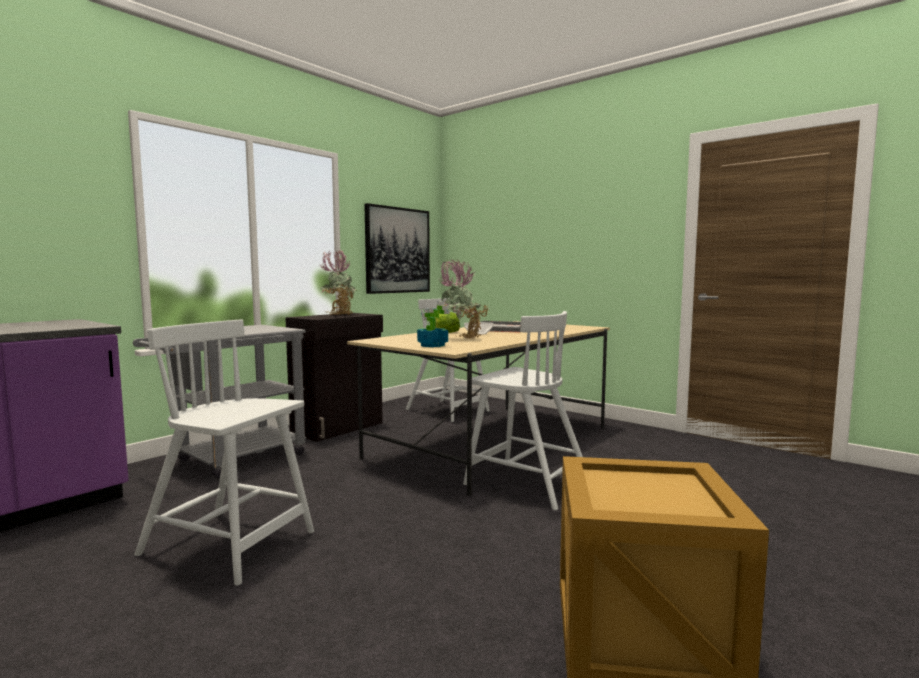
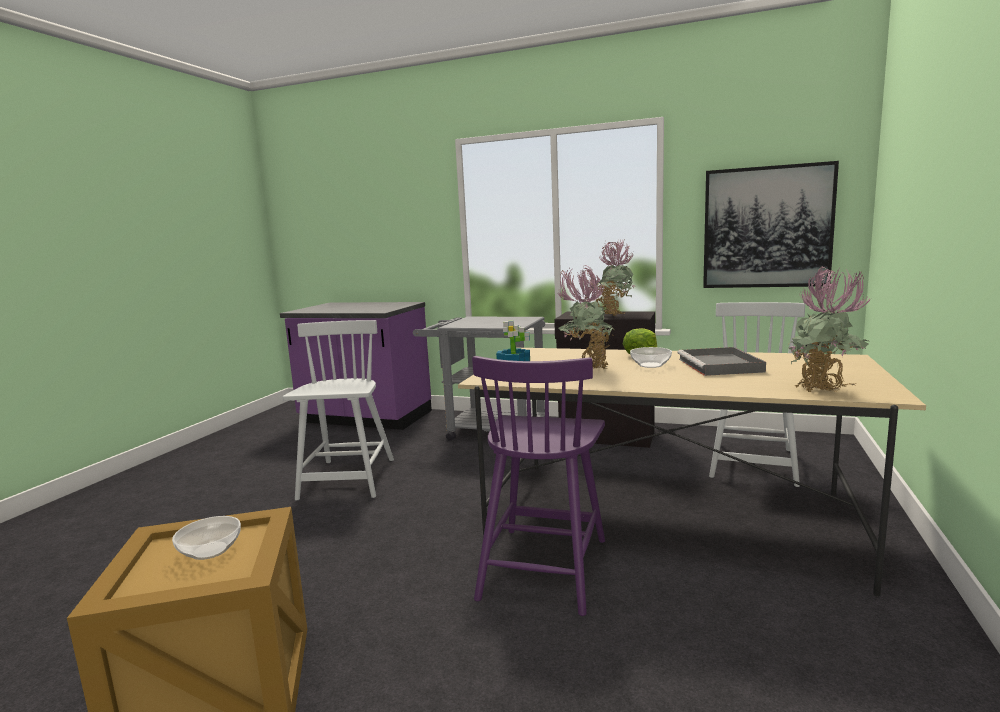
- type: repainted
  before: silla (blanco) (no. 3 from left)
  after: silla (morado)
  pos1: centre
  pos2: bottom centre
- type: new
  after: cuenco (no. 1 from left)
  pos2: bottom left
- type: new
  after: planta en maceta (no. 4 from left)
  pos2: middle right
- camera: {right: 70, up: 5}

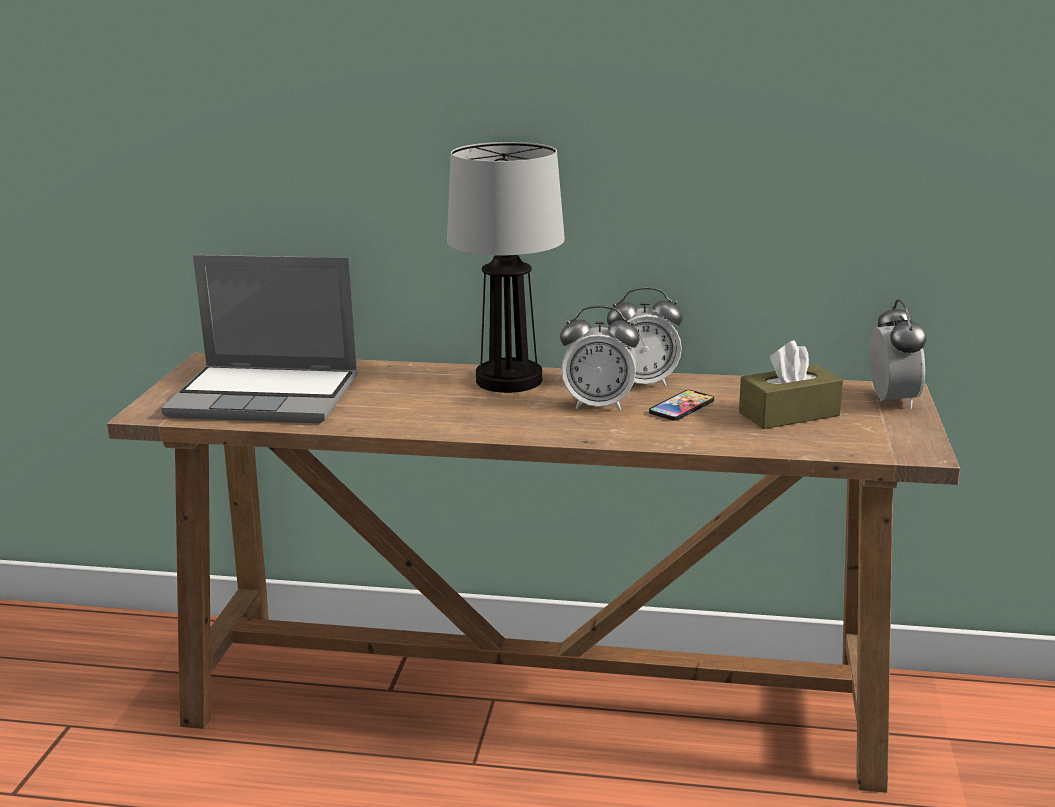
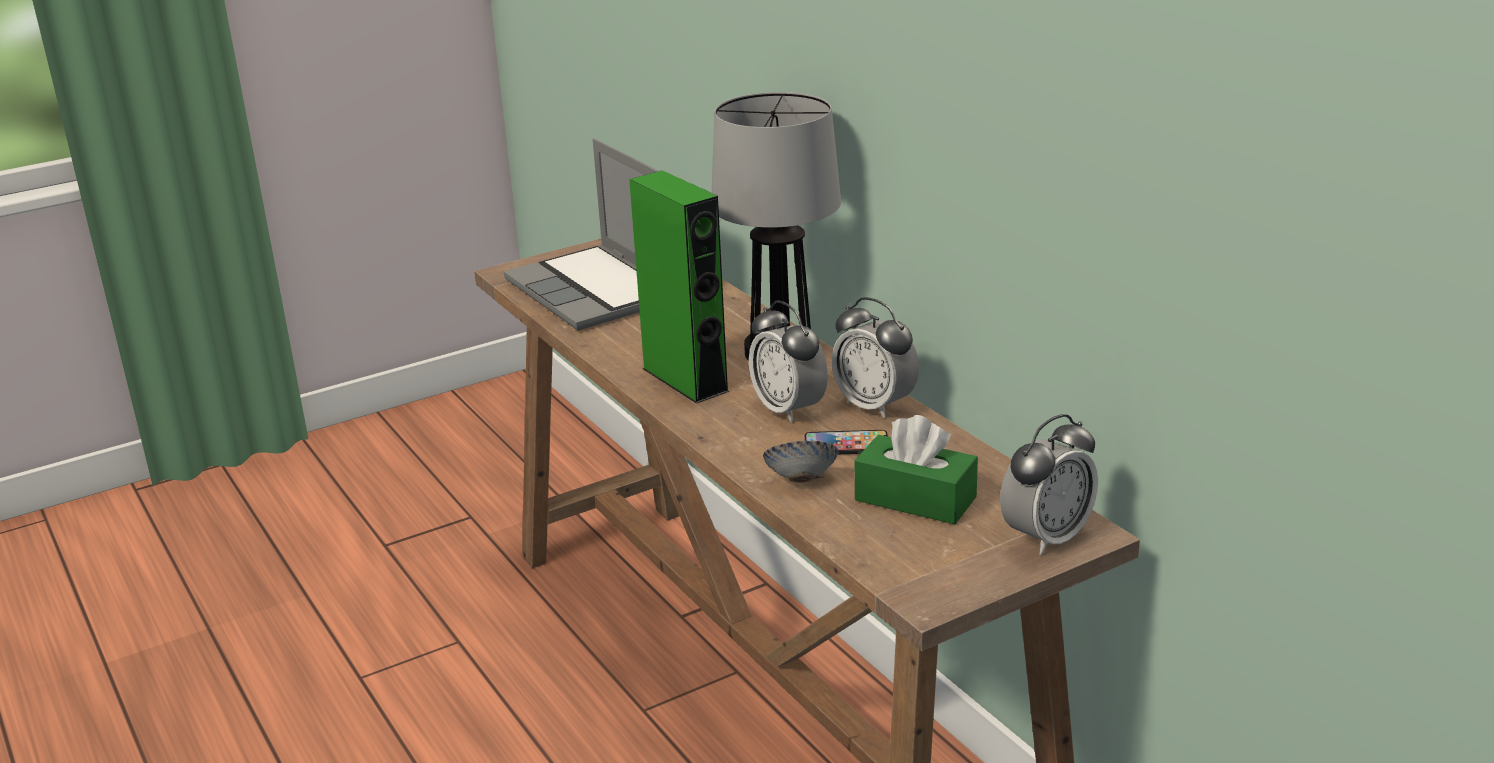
- type: repainted
  before: caja de pañuelos (marrón)
  after: caja de pañuelos (verde)
  pos1: middle right
  pos2: centre
- type: new
  after: altavoz (verde)
  pos2: centre
- type: new
  after: cuenco
  pos2: centre
- camera: {right: 50, up: 5}

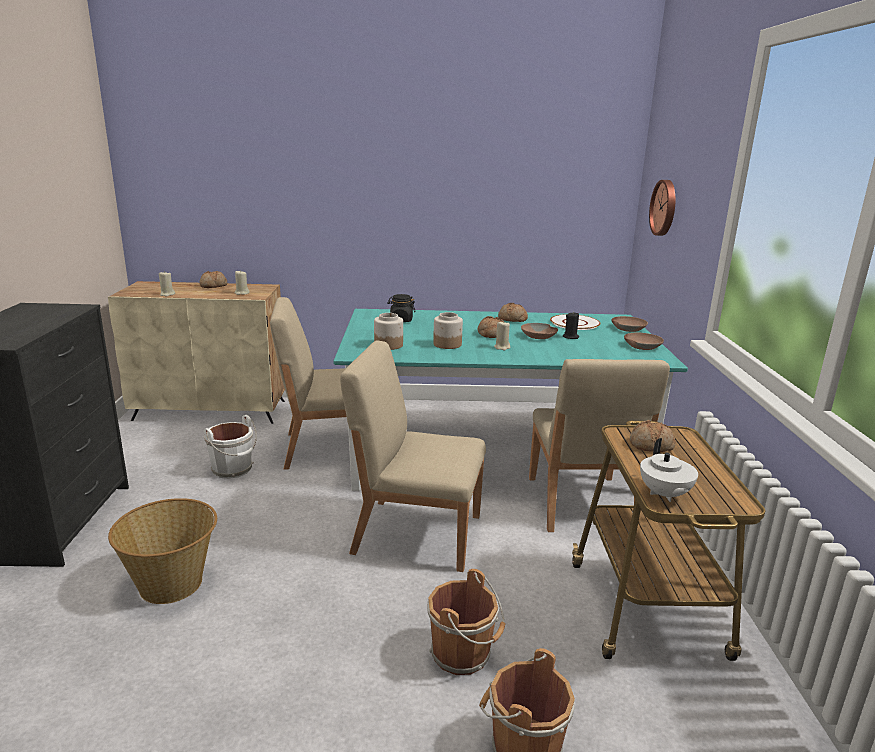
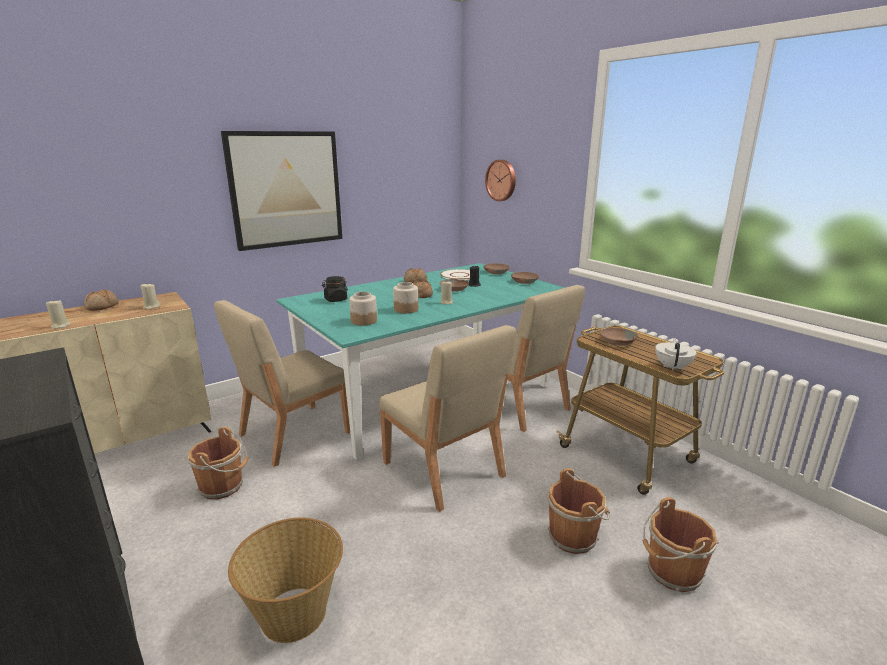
- type: repainted
  before: cubo (blanco)
  after: cubo (marrón) (no. 1 from left)
  pos1: middle left
  pos2: bottom left
- type: rotated
  before: silla (beis) (no. 2 from left)
  pos1: centre
  pos2: centre
  turn: -105
- type: swapped
  before: pan (no. 4 from left)
  after: cuenco (marrón) (no. 4 from left)
  pos1: middle right
  pos2: middle right
- type: rotated
  before: tetera (blanco)
  pos1: middle right
  pos2: middle right
  turn: -120
- type: new
  after: cuadro
  pos2: top left
- camera: {right: -35, up: 0}

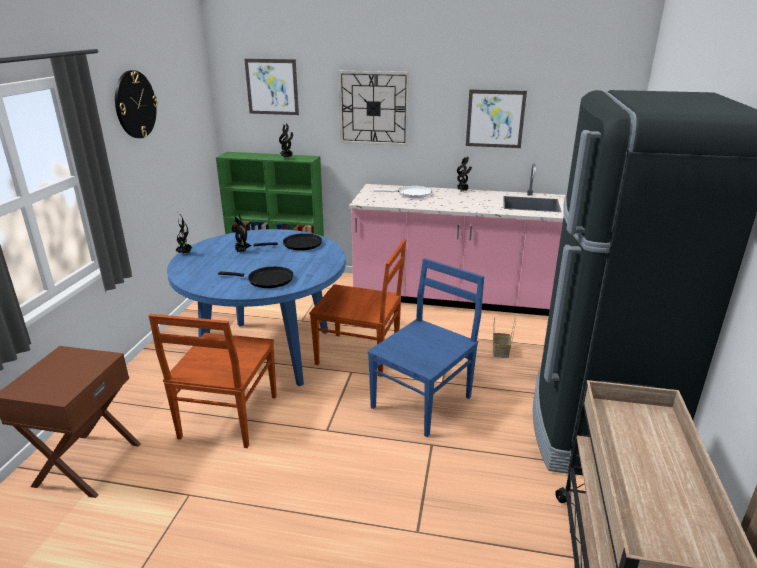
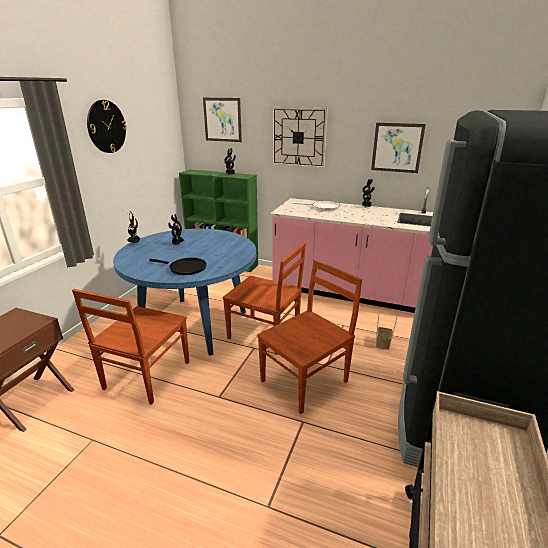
- type: gone
  before: sartén (negro) (no. 2 from left)
  pos1: centre
- type: repainted
  before: silla (azul)
  after: silla (marrón) (no. 3 from left)
  pos1: centre
  pos2: centre
- camera: {right: 10, up: 0}

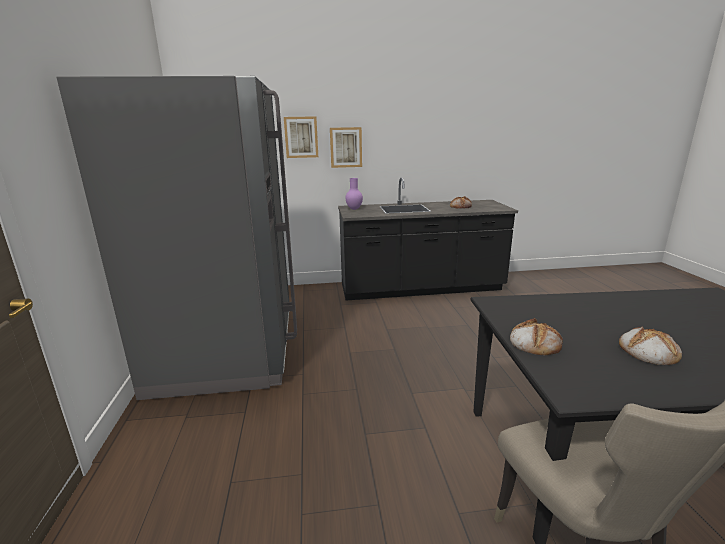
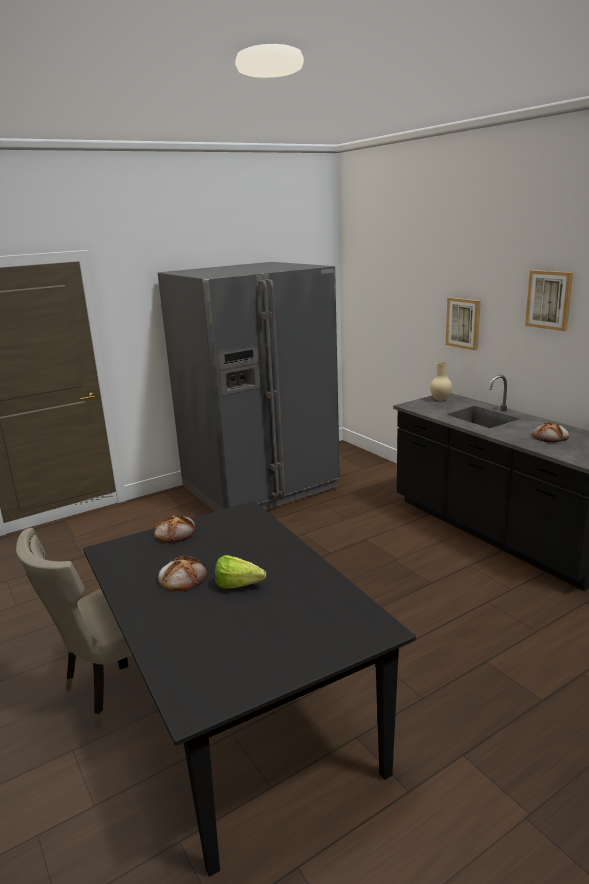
- type: shifted
  before: cuadro (no. 1 from left in the first image)
  after: cuadro (no. 2 from left)
  pos1: top centre
  pos2: middle right
- type: repainted
  before: florero (morado)
  after: florero (beis)
  pos1: centre
  pos2: middle right
- type: new
  after: lechuga
  pos2: centre
- camera: {right: 65, up: 0}

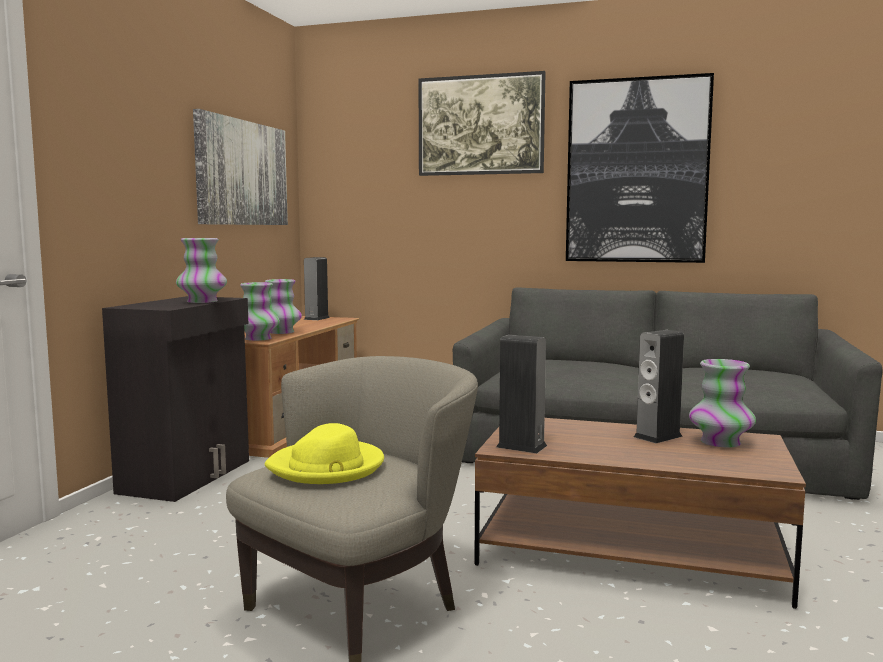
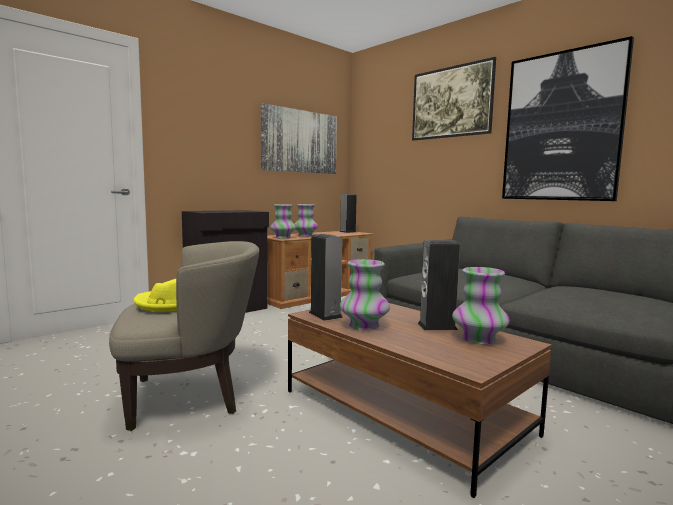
- type: shifted
  before: florero (no. 1 from left in the first image)
  after: florero (no. 3 from left)
  pos1: middle left
  pos2: centre
- camera: {right: 30, up: 0}

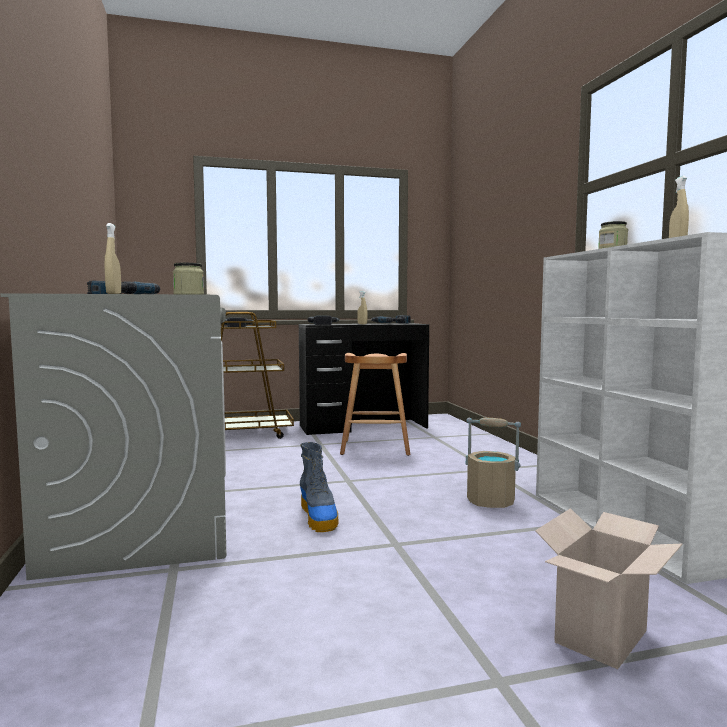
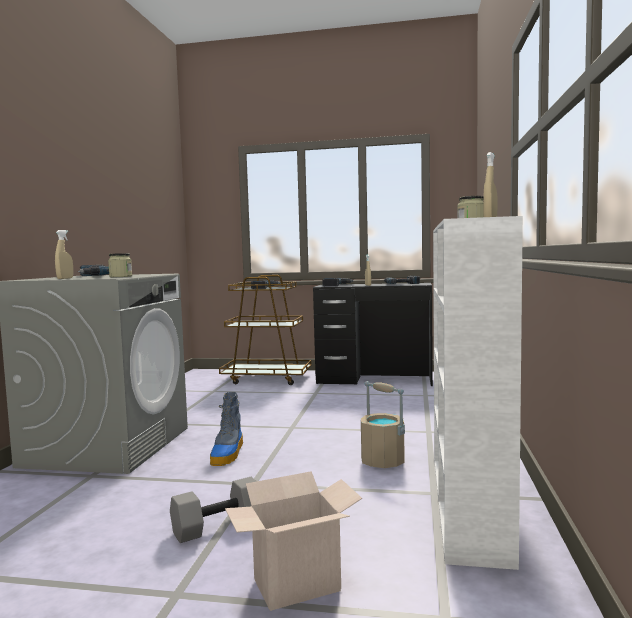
- type: gone
  before: taburete (marrón)
  pos1: centre
- type: new
  after: mancuerna (gris)
  pos2: bottom centre
- camera: {right: 25, up: 0}

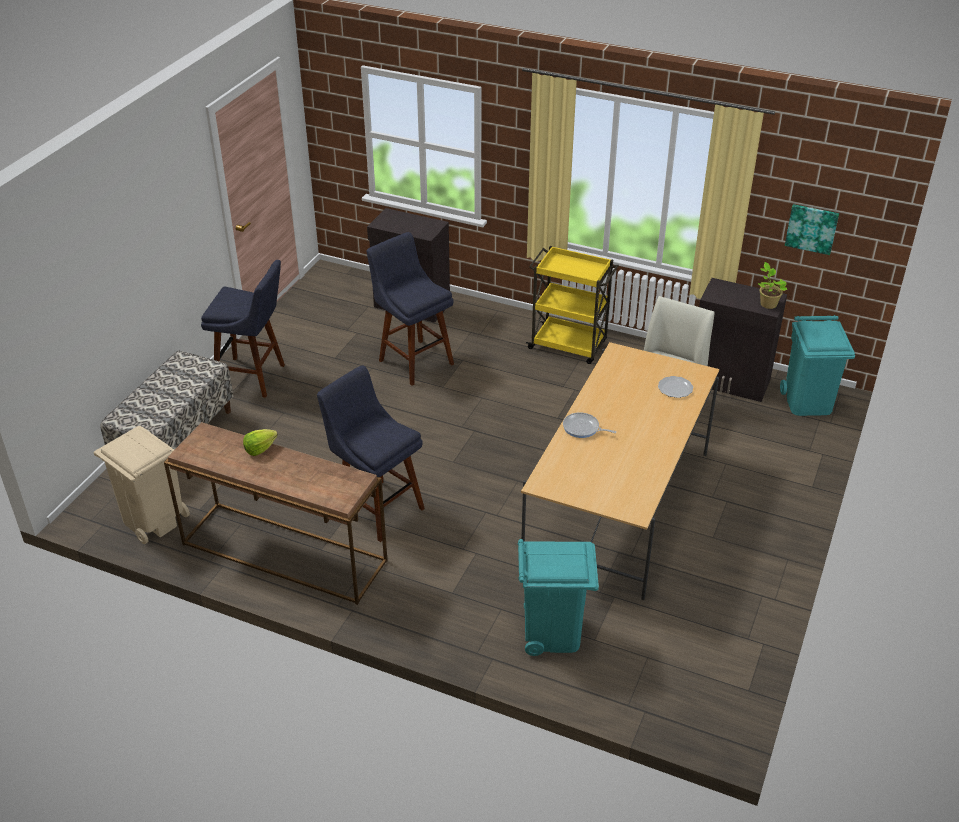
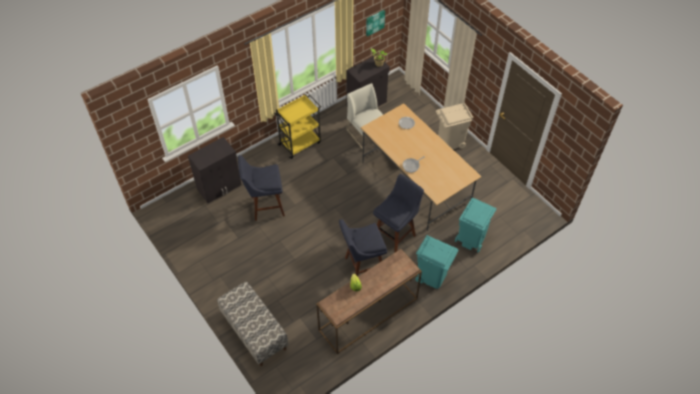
- type: shifted
  before: papelera (beis)
  pos1: middle left
  pos2: top centre
- type: shifted
  before: taburete (azul) (no. 1 from left in the first image)
  after: taburete (azul) (no. 3 from left)
  pos1: middle left
  pos2: centre
- type: shifted
  before: papelera (turquesa) (no. 2 from left in the first image)
  after: papelera (turquesa) (no. 1 from left)
  pos1: middle right
  pos2: centre
- camera: {right: -60, up: 15}

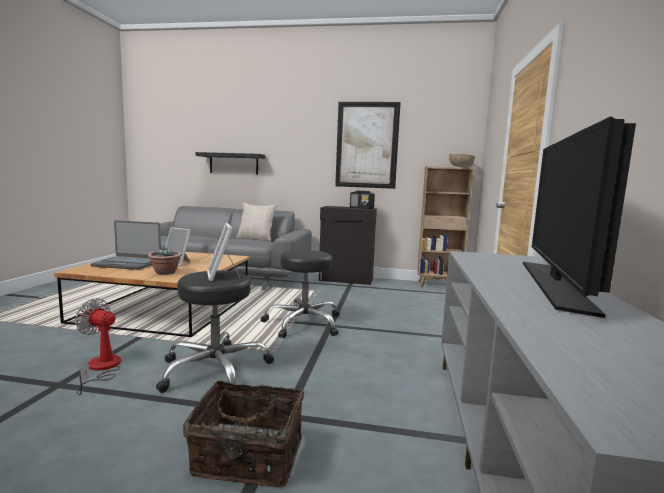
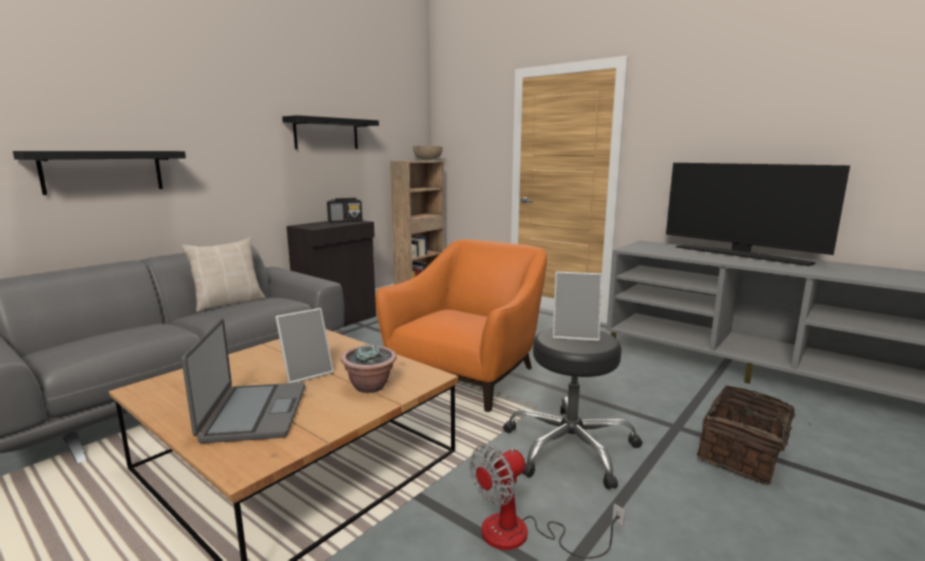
- type: rotated
  before: portátil
  pos1: middle left
  pos2: bottom left
  turn: -45
- type: swapped
  before: taburete (negro) (no. 2 from left)
  after: sillón (naranja)
  pos1: centre
  pos2: centre
- type: swapped
  before: cuadro
  after: estante (negro) (no. 2 from left)
  pos1: top centre
  pos2: top centre
- camera: {right: -60, up: 5}

